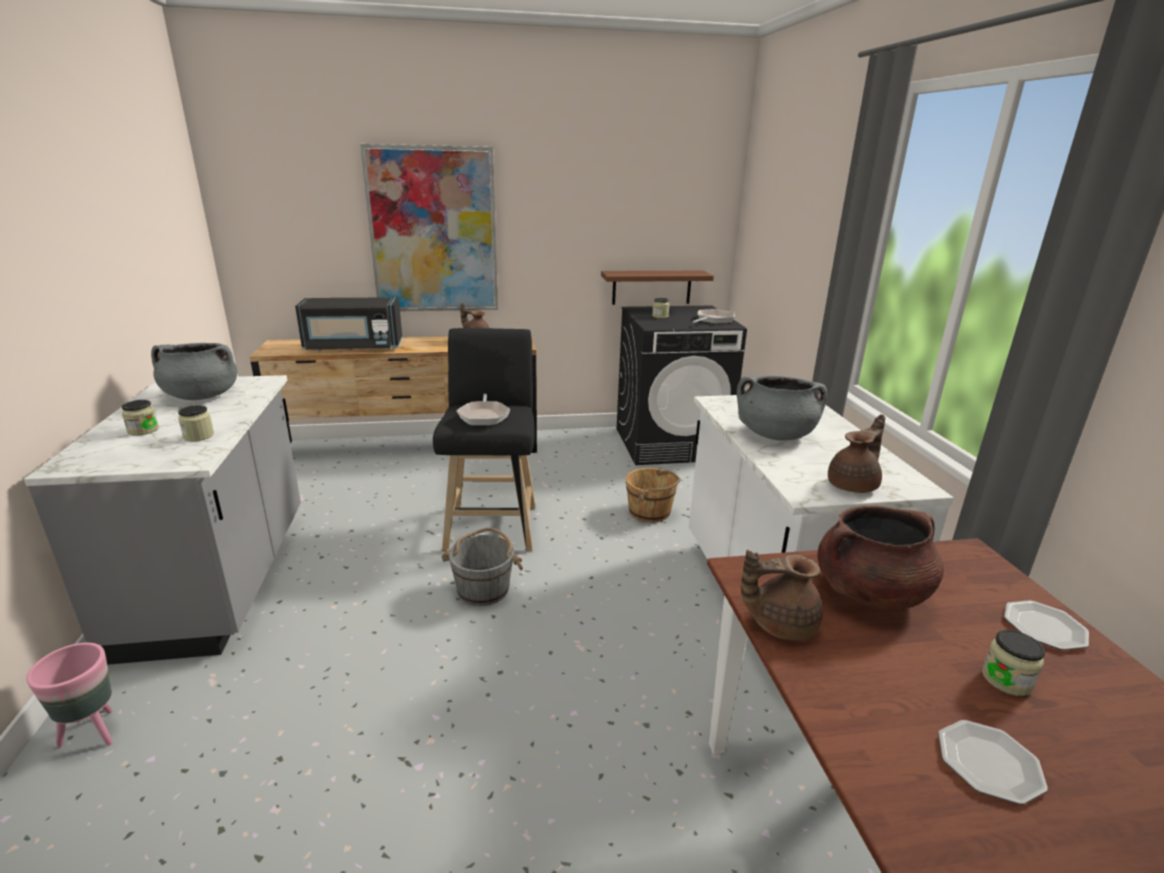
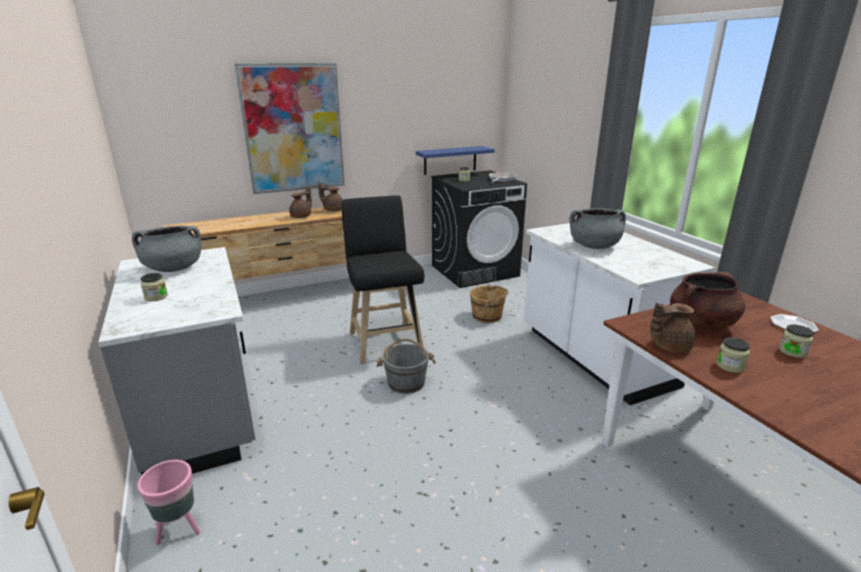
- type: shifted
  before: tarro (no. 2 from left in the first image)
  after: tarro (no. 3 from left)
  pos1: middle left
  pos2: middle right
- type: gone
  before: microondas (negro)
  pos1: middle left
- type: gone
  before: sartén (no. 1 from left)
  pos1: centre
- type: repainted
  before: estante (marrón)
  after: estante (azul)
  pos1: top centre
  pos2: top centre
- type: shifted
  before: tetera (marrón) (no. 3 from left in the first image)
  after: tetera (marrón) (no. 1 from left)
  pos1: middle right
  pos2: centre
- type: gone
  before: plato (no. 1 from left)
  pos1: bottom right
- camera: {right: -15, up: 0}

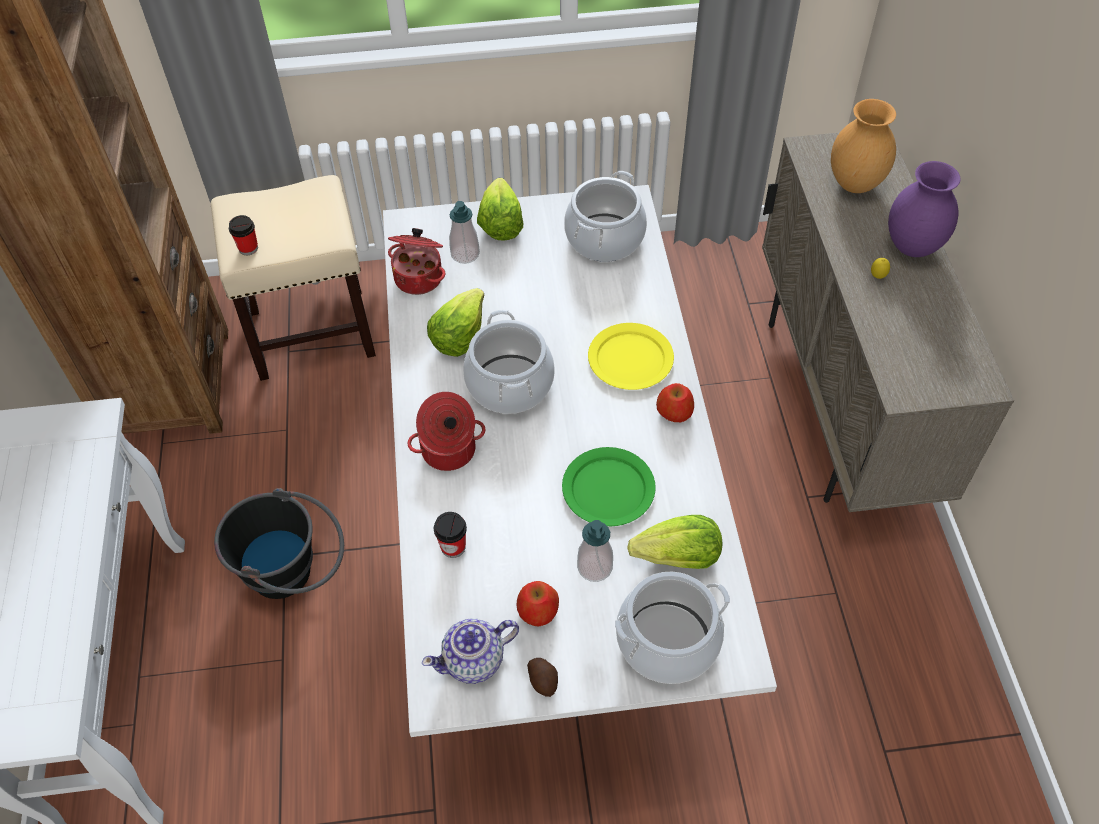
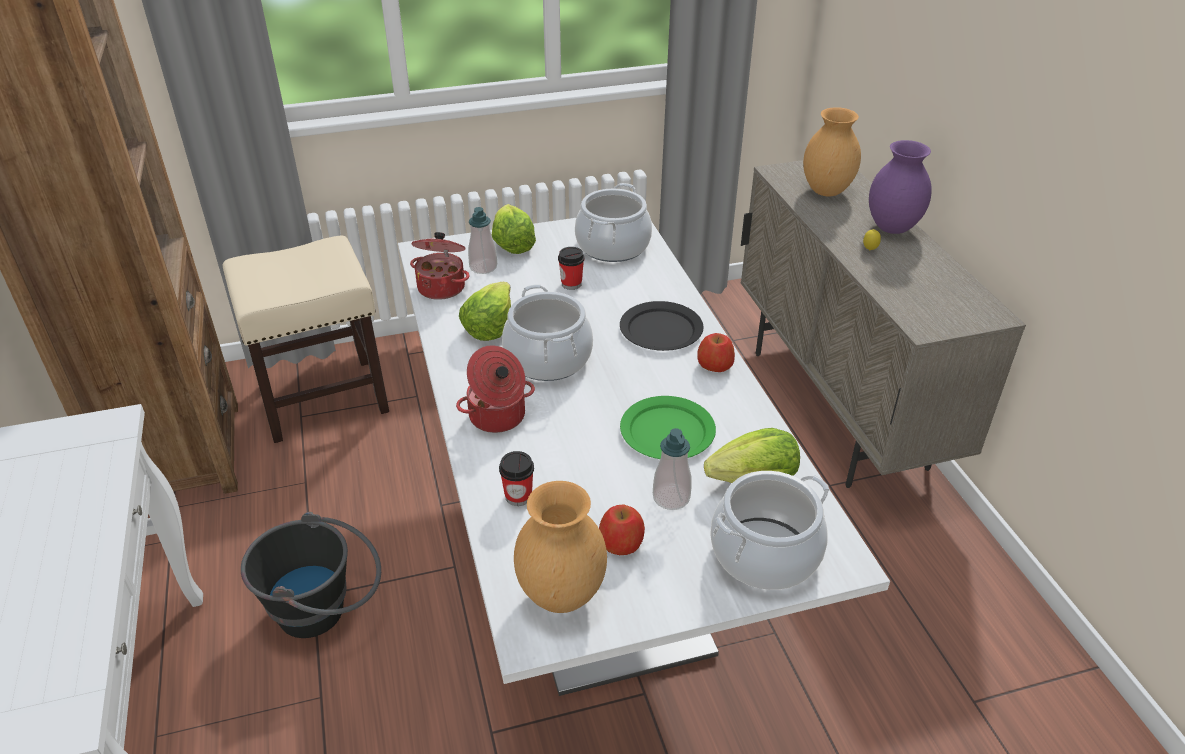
- type: shifted
  before: taza (no. 1 from left in the first image)
  after: taza (no. 2 from left)
  pos1: top left
  pos2: centre
- type: swapped
  before: tetera
  after: florero (marrón) (no. 1 from left)
  pos1: bottom centre
  pos2: bottom centre
- type: gone
  before: patata
  pos1: bottom centre
- type: repainted
  before: plato (amarillo)
  after: plato (negro)
  pos1: centre
  pos2: centre
- camera: {right: -10, up: -15}

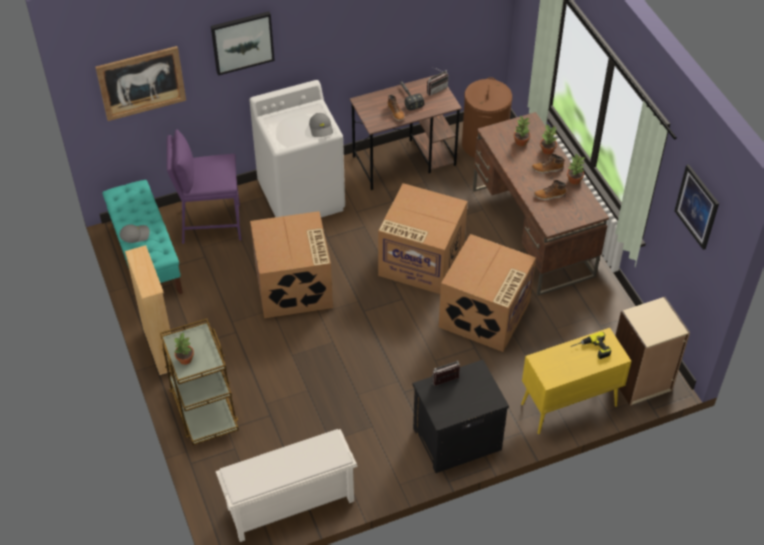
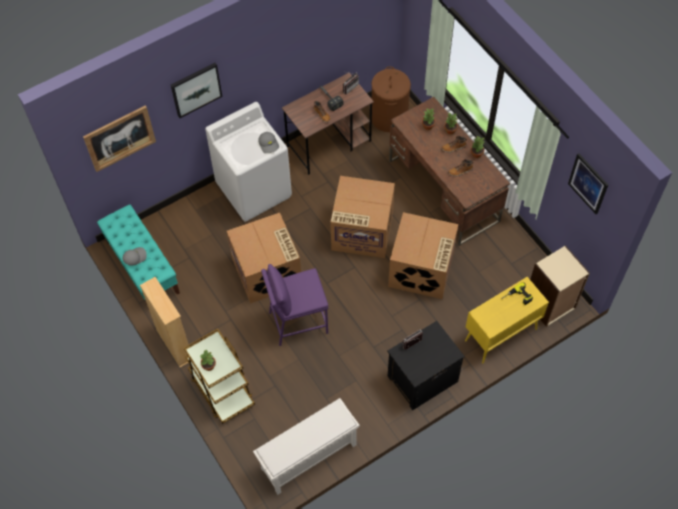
- type: shifted
  before: taburete (morado)
  pos1: middle left
  pos2: centre
- camera: {right: -10, up: 10}

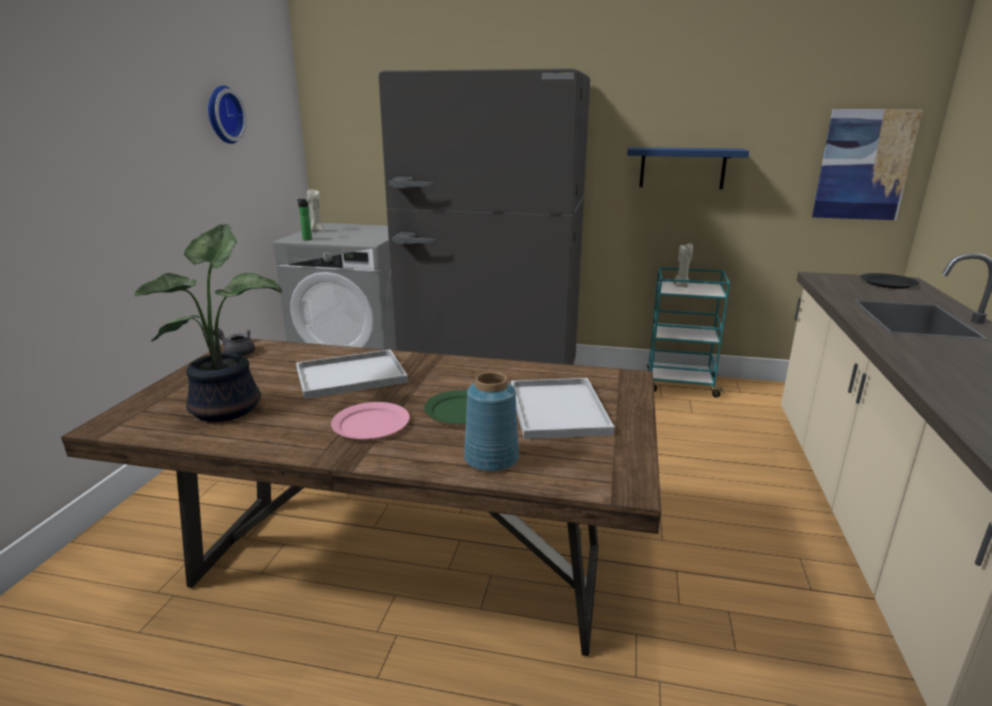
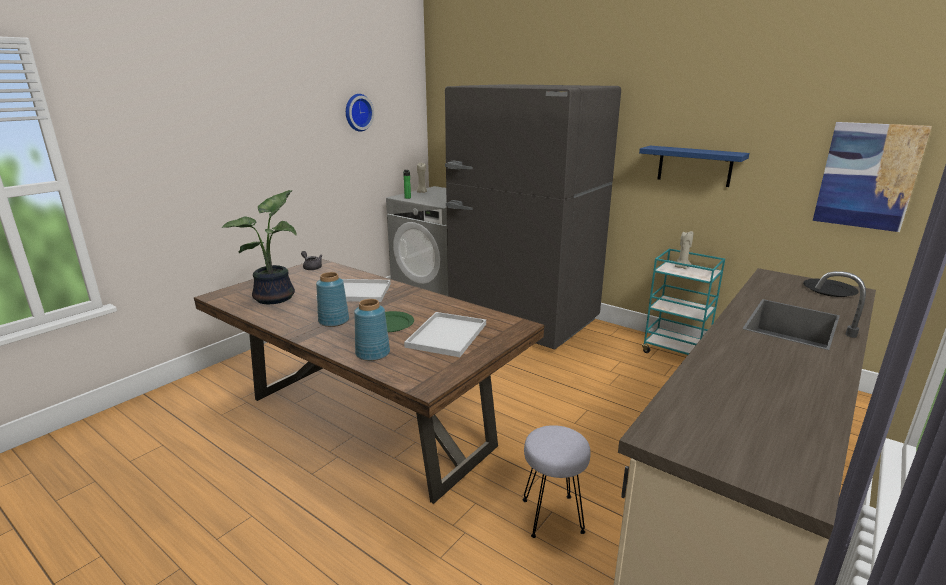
- type: swapped
  before: plato (rosa)
  after: florero (azul) (no. 1 from left)
  pos1: centre
  pos2: centre
- type: new
  after: taburete (gris)
  pos2: bottom centre
- camera: {right: 25, up: 0}

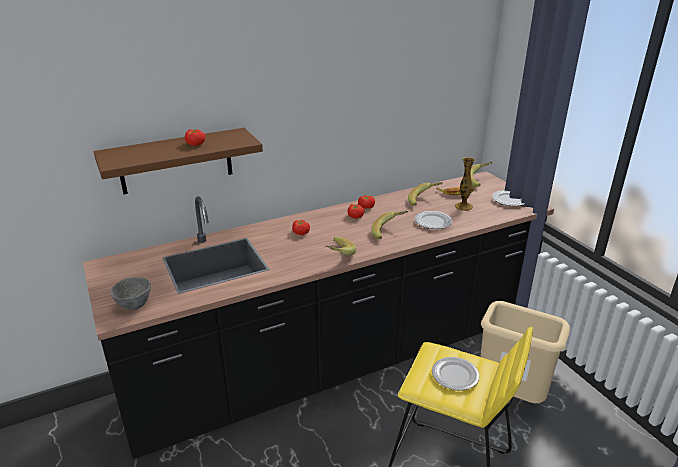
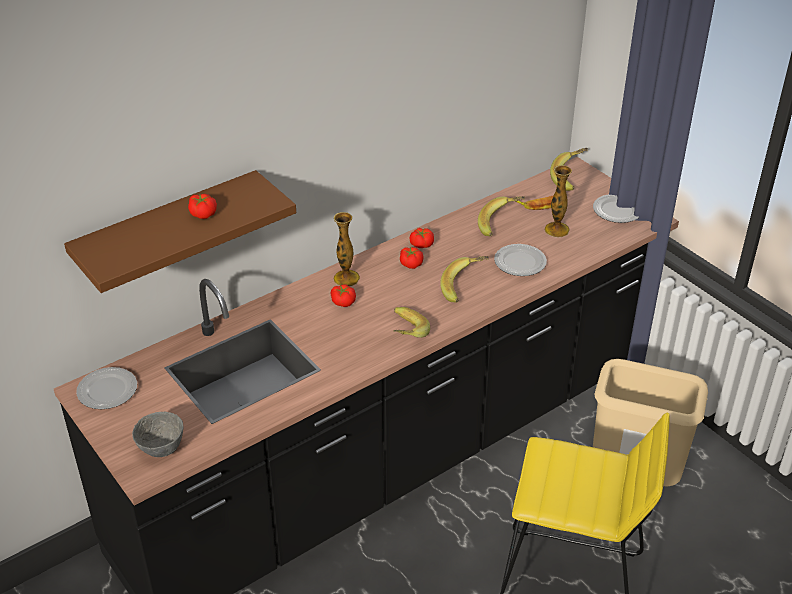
- type: shifted
  before: plato (no. 2 from left in the first image)
  after: plato (no. 1 from left)
  pos1: bottom right
  pos2: middle left
- type: new
  after: florero (no. 1 from left)
  pos2: centre
- camera: {right: -10, up: 10}

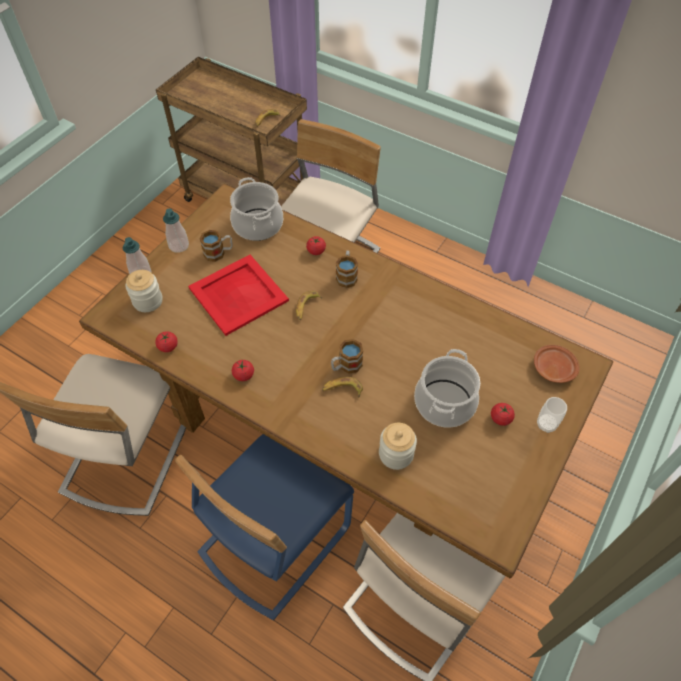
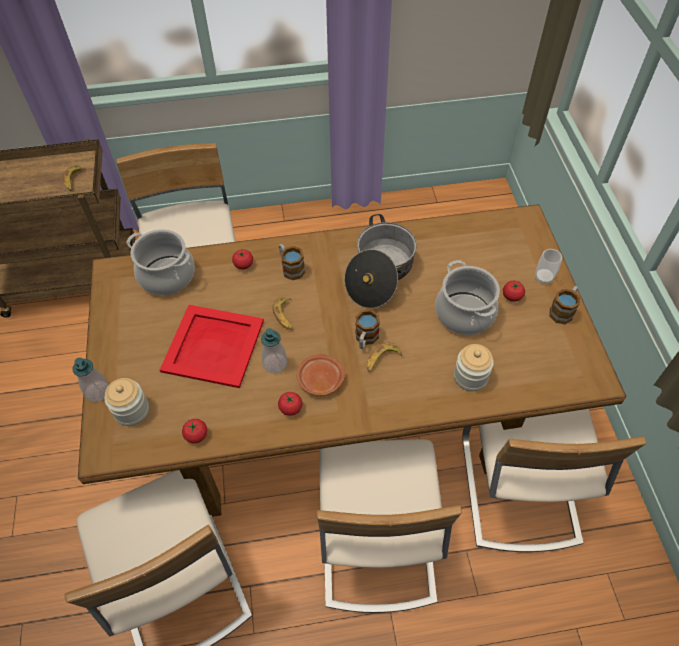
- type: shifted
  before: dispensador de jabón (no. 2 from left)
  pos1: middle left
  pos2: centre
- type: repainted
  before: silla (azul)
  after: silla (beis) (no. 3 from left)
  pos1: bottom centre
  pos2: bottom centre
- type: shifted
  before: taza grande (no. 1 from left in the first image)
  after: taza grande (no. 3 from left)
  pos1: middle left
  pos2: middle right
- type: shifted
  before: plato (marrón)
  pos1: middle right
  pos2: centre
- type: new
  after: olla (no. 2 from left)
  pos2: centre
- camera: {right: -40, up: 0}

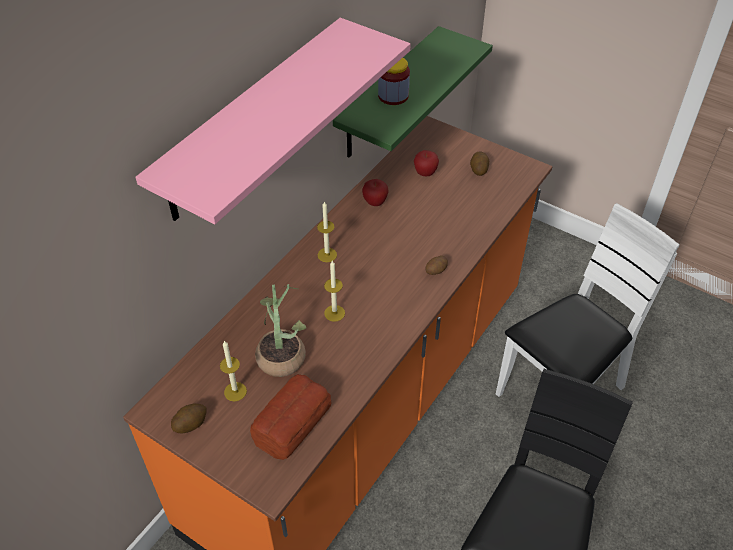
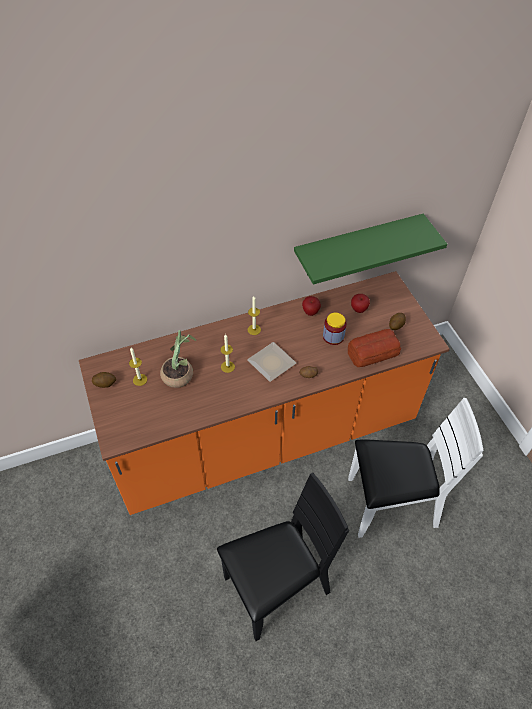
- type: gone
  before: estante (rosa)
  pos1: top centre
- type: shifted
  before: pan
  pos1: bottom centre
  pos2: middle right
- type: shifted
  before: tarro
  pos1: top centre
  pos2: centre
- type: new
  after: plato
  pos2: centre
- camera: {right: 35, up: 5}

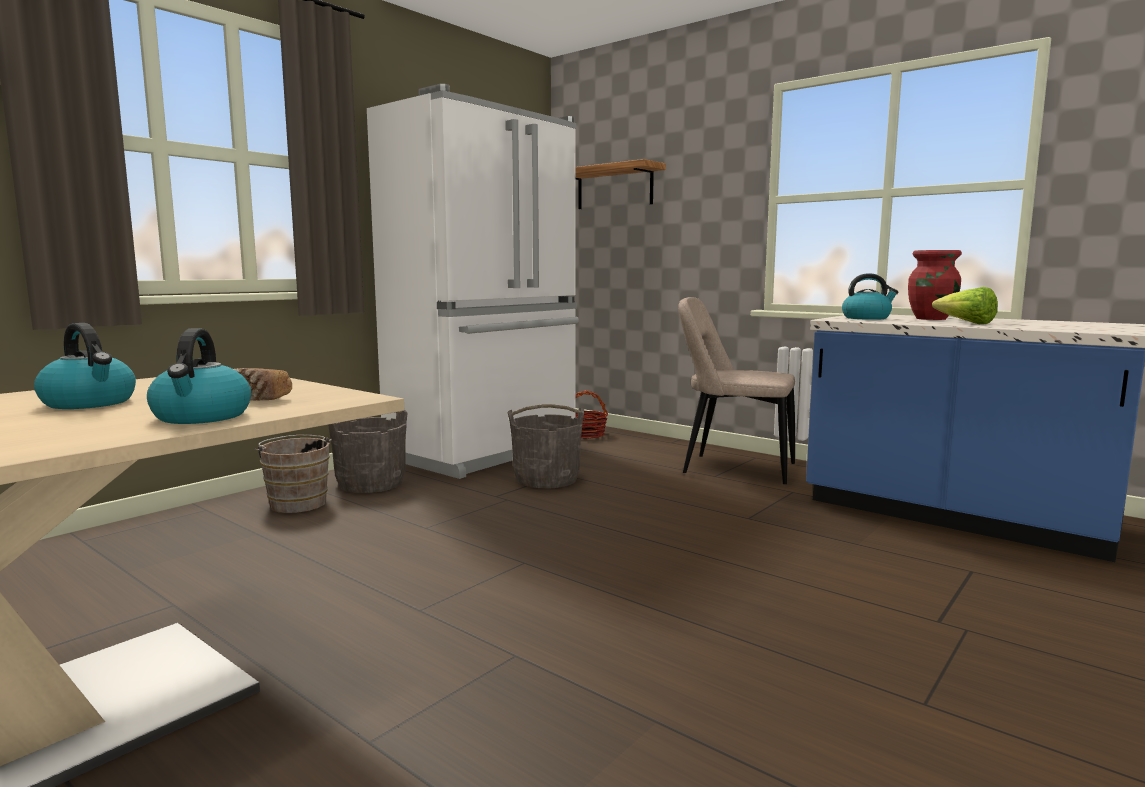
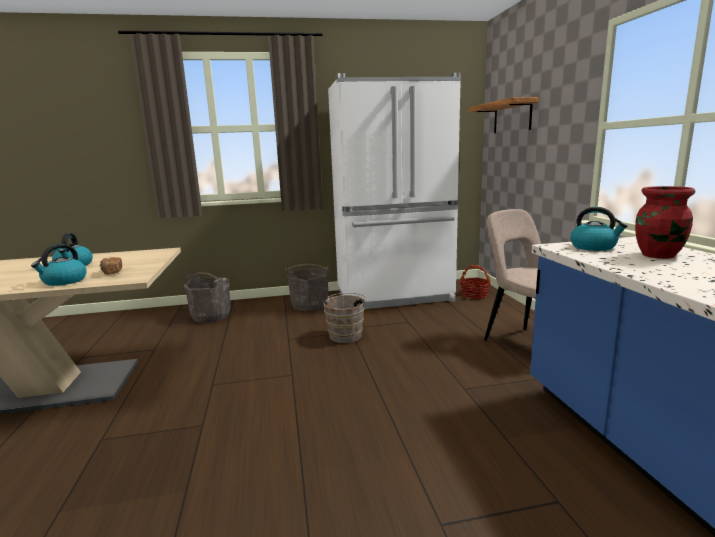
- type: shifted
  before: cubo (marrón)
  pos1: middle left
  pos2: centre
- type: shifted
  before: cubo (gris) (no. 2 from left in the first image)
  after: cubo (gris) (no. 1 from left)
  pos1: centre
  pos2: middle left
- type: gone
  before: lechuga
  pos1: middle right
- camera: {right: 40, up: 5}

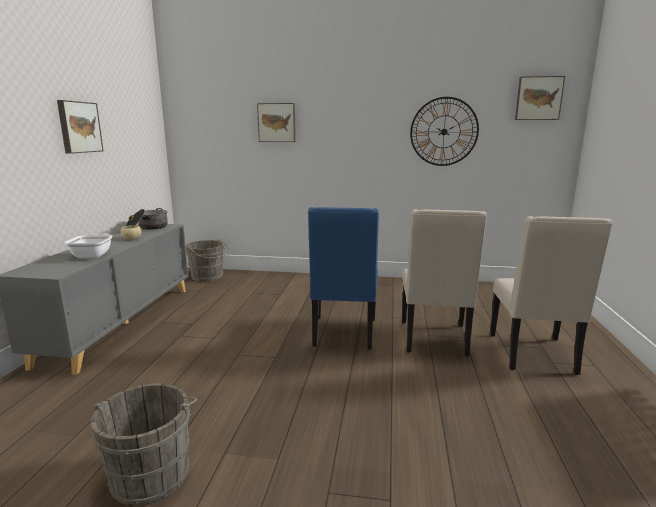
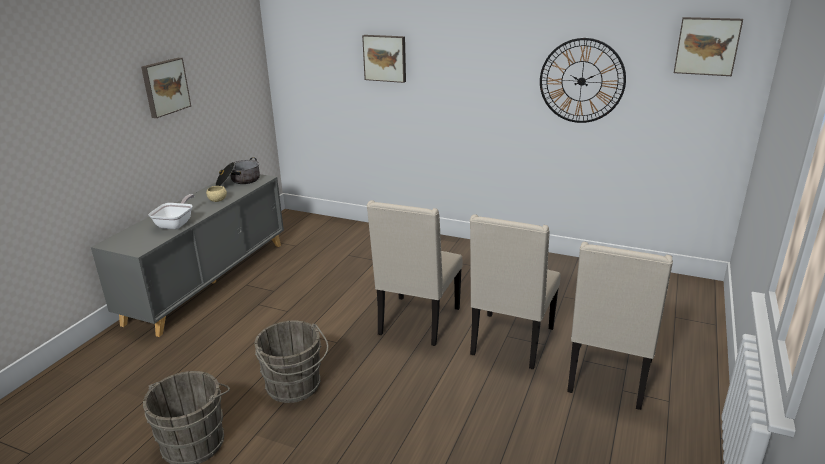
- type: shifted
  before: cubo (gris) (no. 2 from left)
  pos1: middle left
  pos2: bottom centre
- type: repainted
  before: silla (azul)
  after: silla (beis) (no. 1 from left)
  pos1: centre
  pos2: centre
- camera: {right: 15, up: 10}

